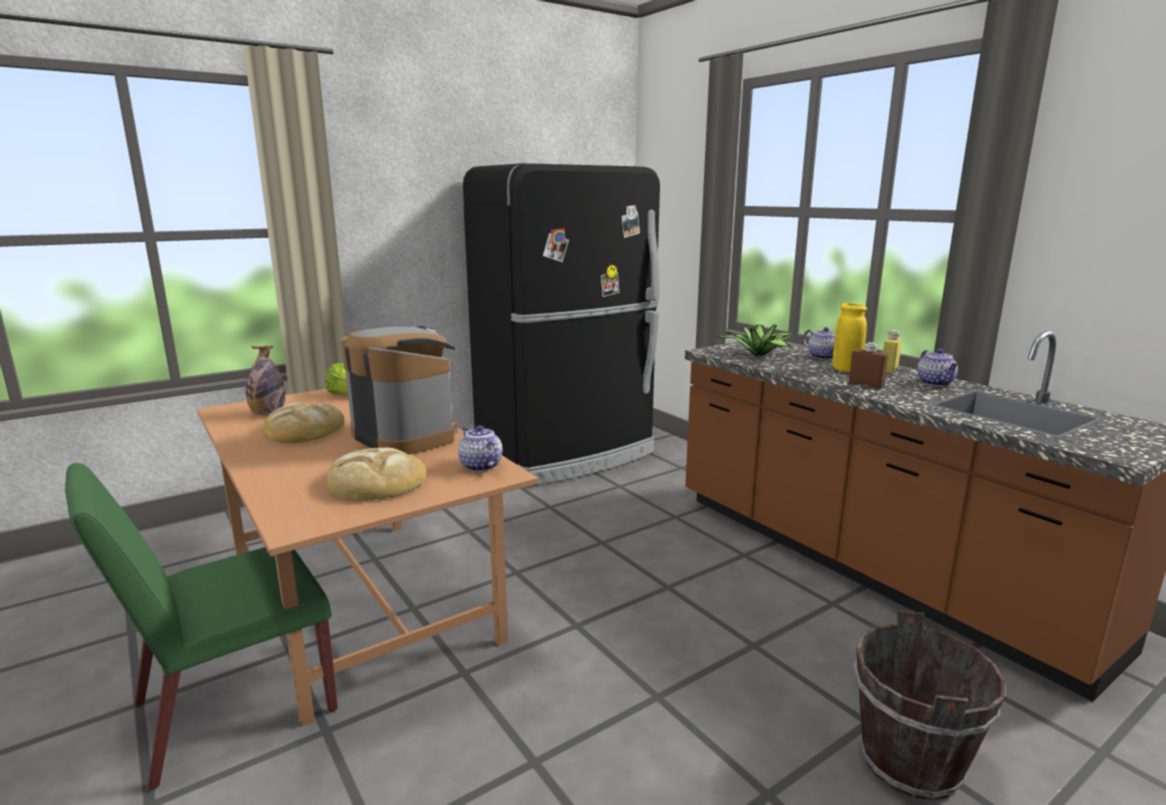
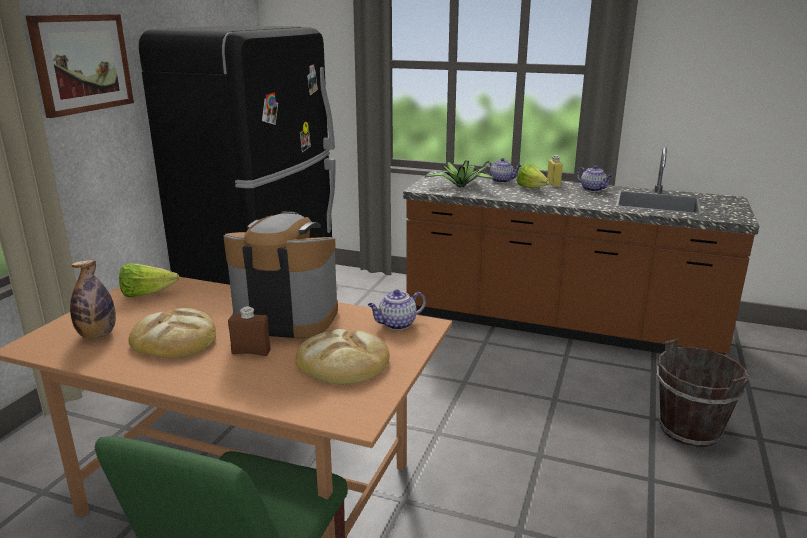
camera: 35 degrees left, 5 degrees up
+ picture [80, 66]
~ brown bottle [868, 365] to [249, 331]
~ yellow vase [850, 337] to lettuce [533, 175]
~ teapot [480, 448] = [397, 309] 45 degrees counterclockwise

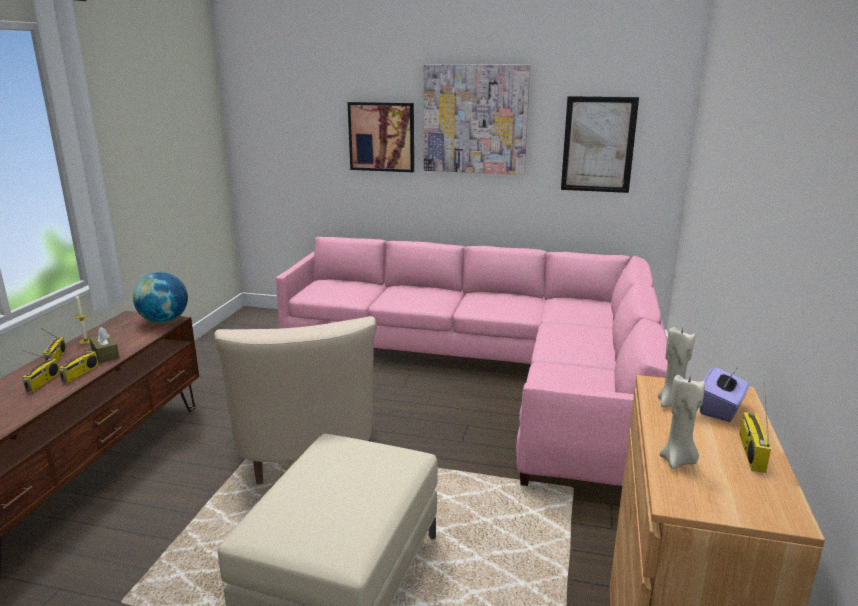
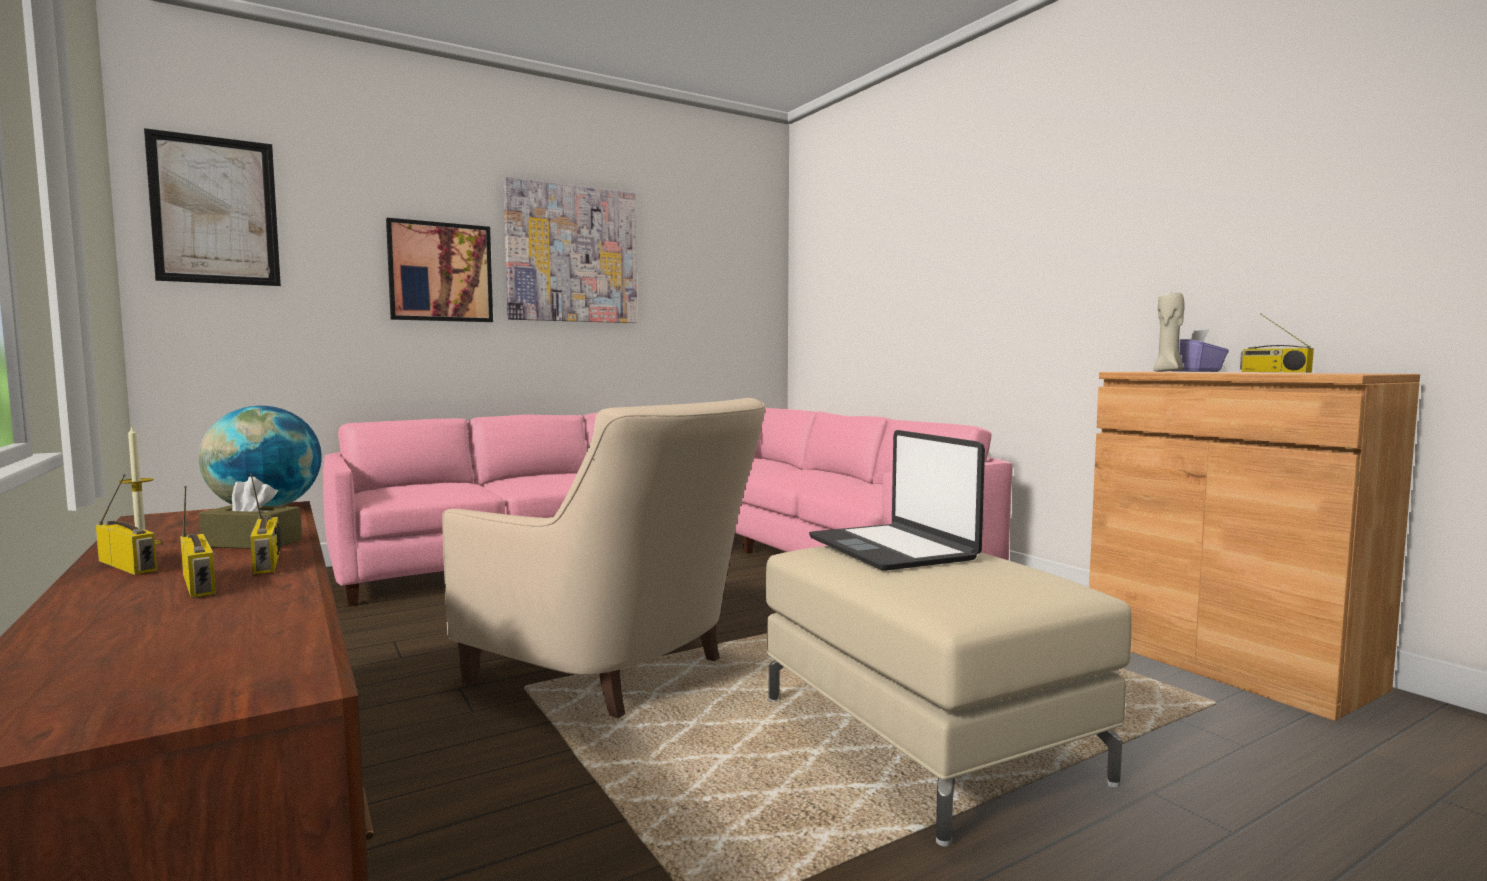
camera: 45 degrees left, 15 degrees down
- beige candle [682, 421]
+ laptop [897, 500]
~ picture [600, 144] to [212, 207]

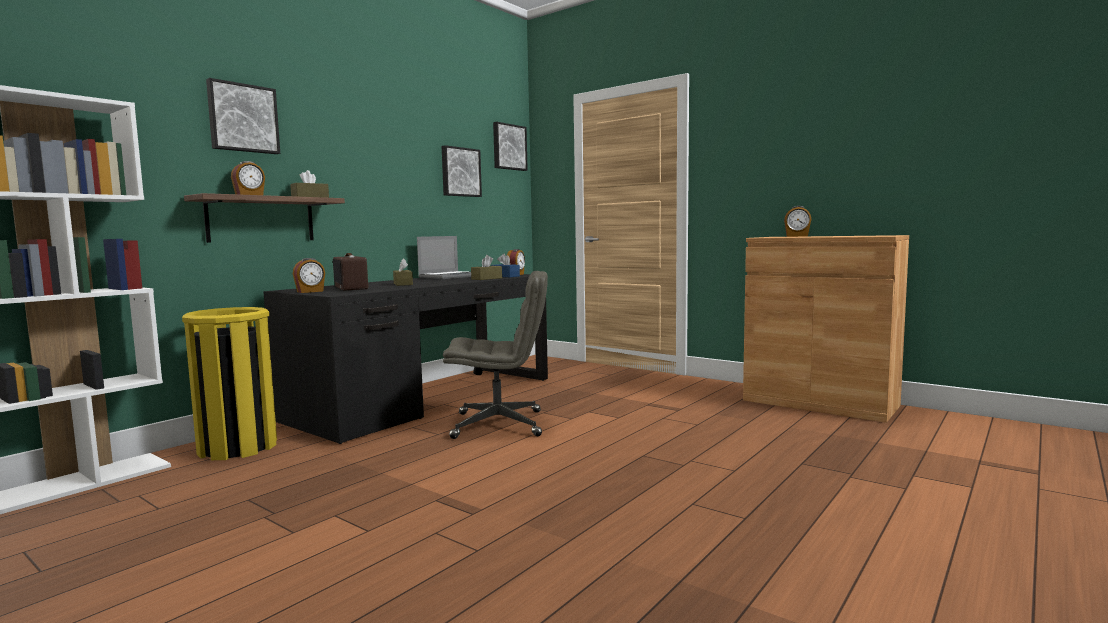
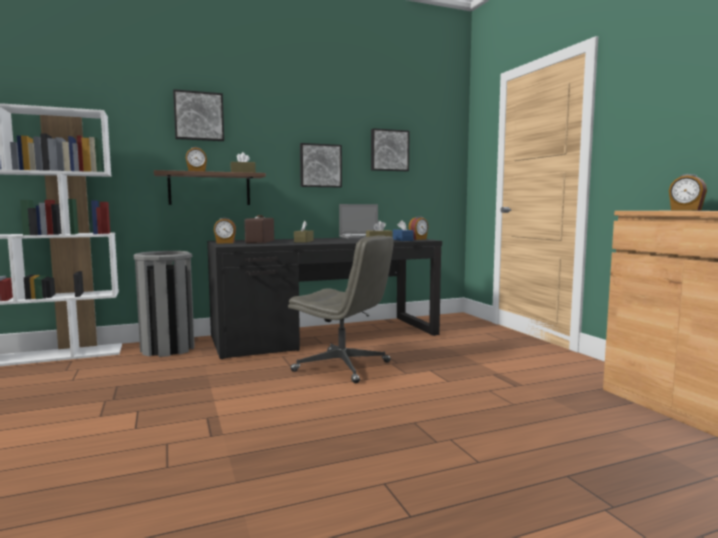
camera: 30 degrees right, 0 degrees up
~ picture [510, 146] to [321, 165]
~ yellow trash can [229, 383] to grey trash can [164, 304]

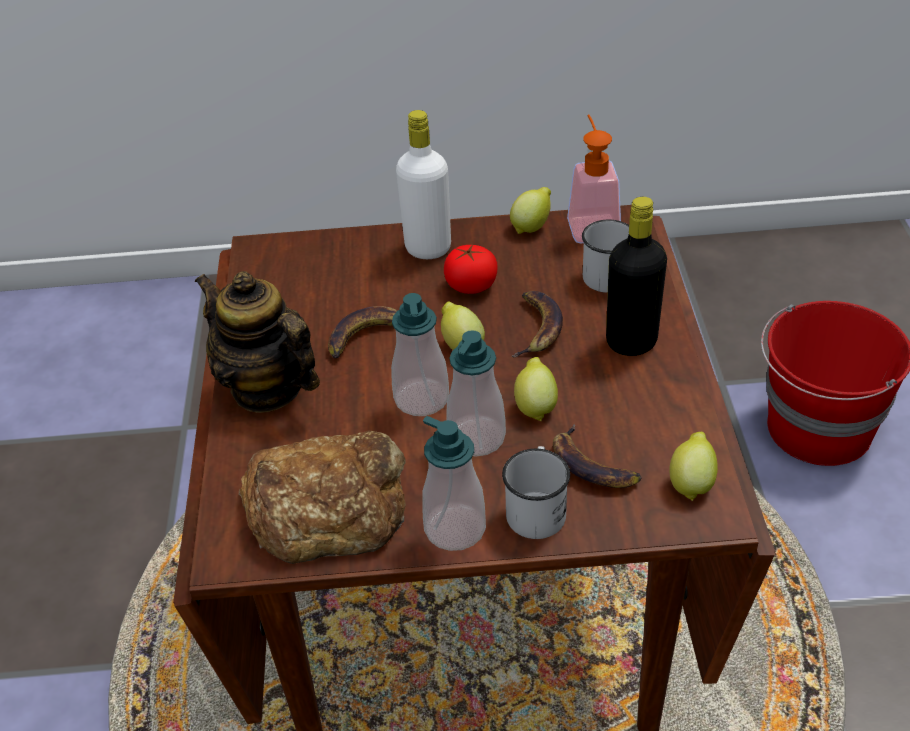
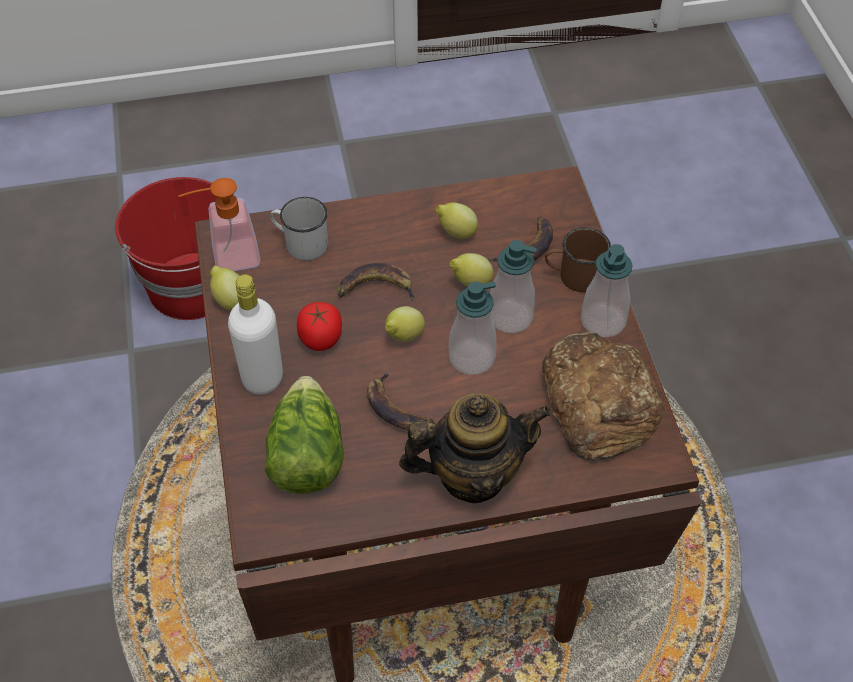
camera: 100 degrees left, 10 degrees up
- black bottle [636, 276]
+ lettuce [304, 435]
~ lemon [694, 466] to [457, 220]
~ white mug [536, 492] to brown mug [578, 259]
~ teapot [257, 342] = [475, 448] 135 degrees counterclockwise

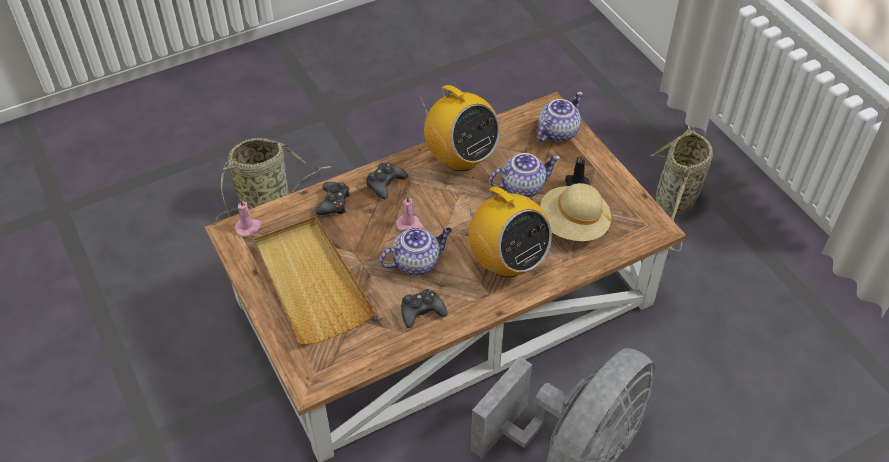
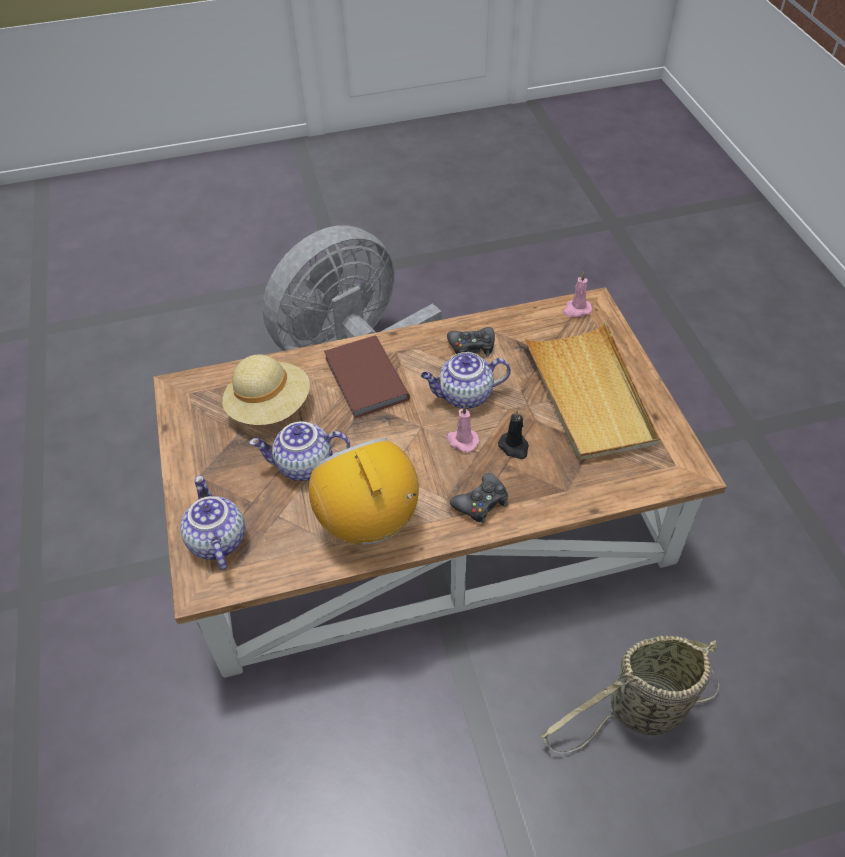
camera: 165 degrees left, 0 degrees up
- black game controller [333, 198]
- basket [681, 188]
~ pink candle [248, 217] to [577, 294]
~ black candle [577, 170] to [513, 434]
~ radio [508, 231] to brown book [367, 377]
~ teapot [560, 117] = [212, 522] 105 degrees clockwise

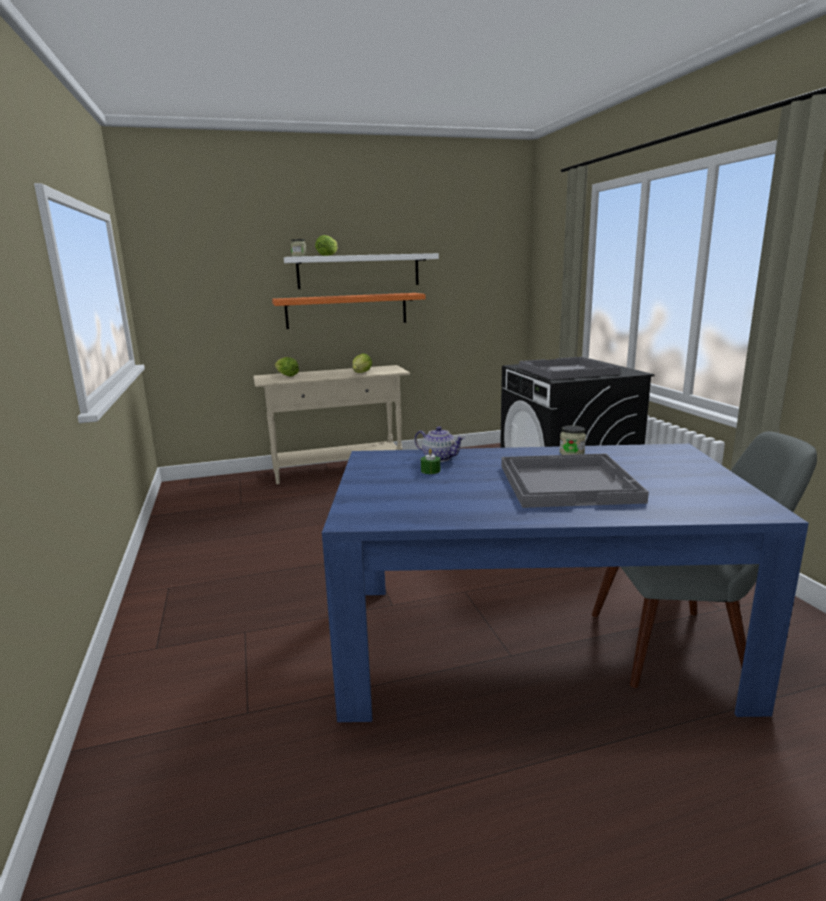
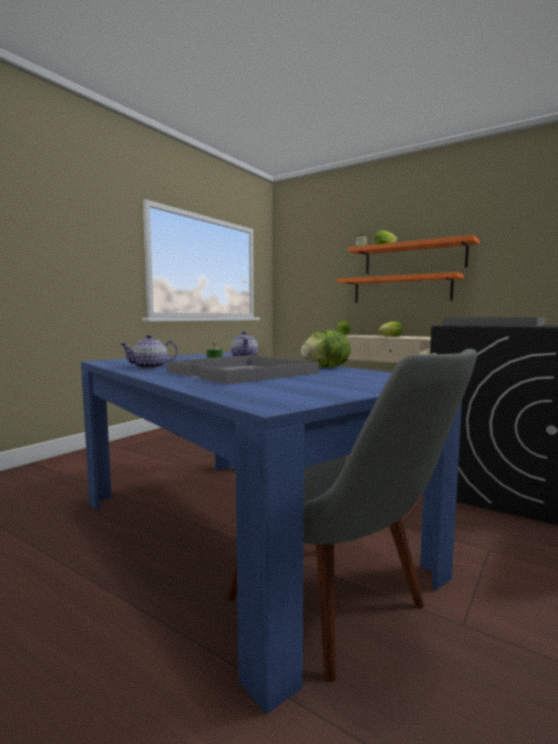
camera: 50 degrees right, 10 degrees down
+ teapot [149, 352]
~ jar [572, 440] to lettuce [326, 349]
~ white shelf [361, 271] to orange shelf [414, 254]

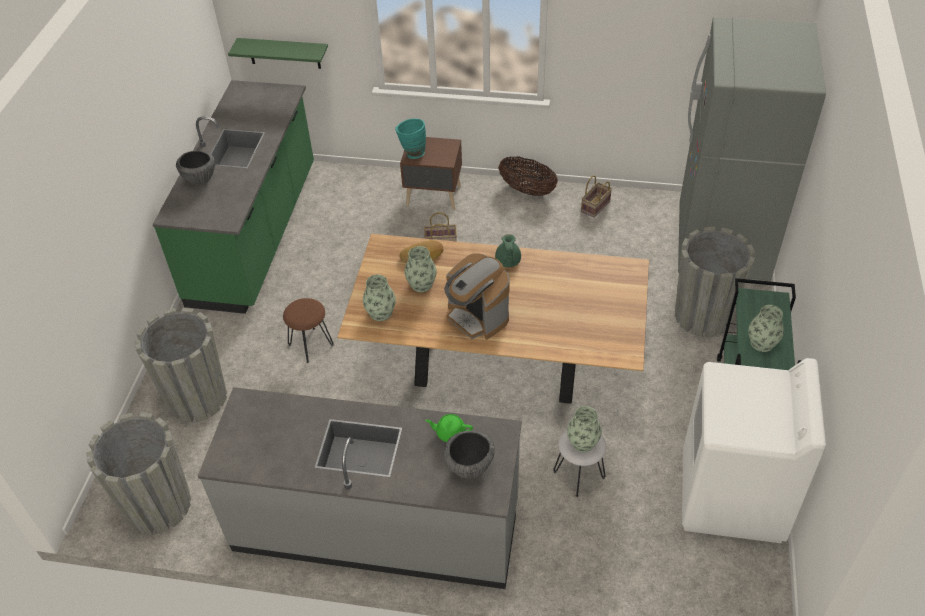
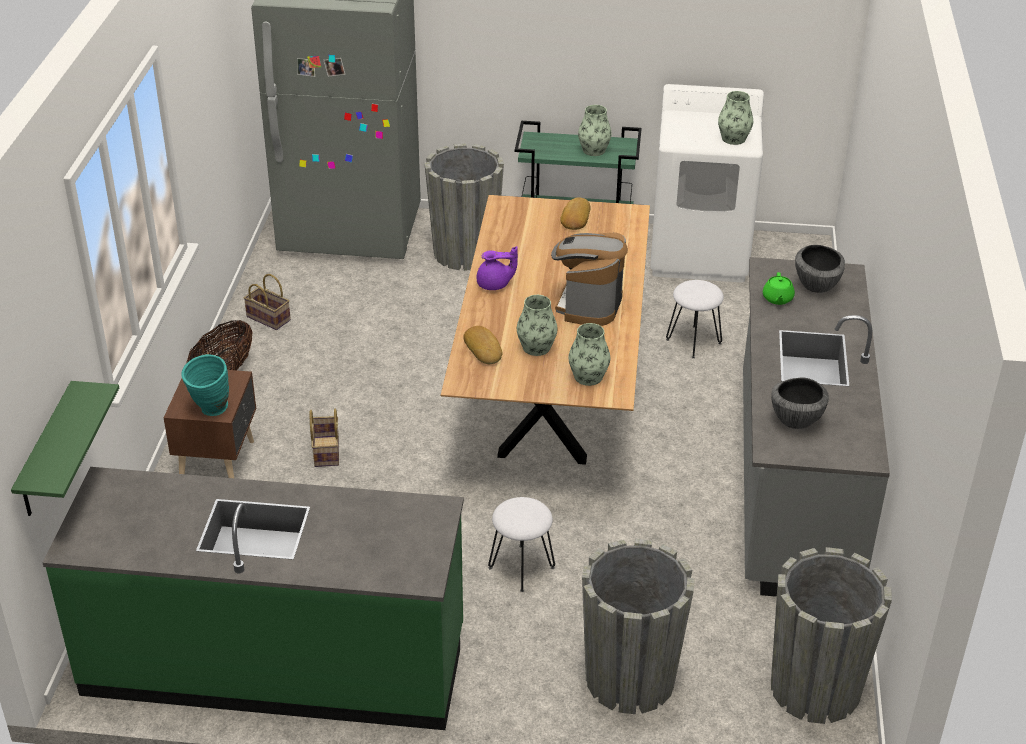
camera: 95 degrees left, 10 degrees down
+ bread [575, 214]
~ bowl [195, 168] to [800, 403]
~ vase [584, 429] to [735, 118]
~ brown stool [308, 330] to white stool [521, 544]
~ green teapot [508, 250] to purple teapot [497, 268]
~ coffee machine [477, 296] = [589, 279] 150 degrees clockwise

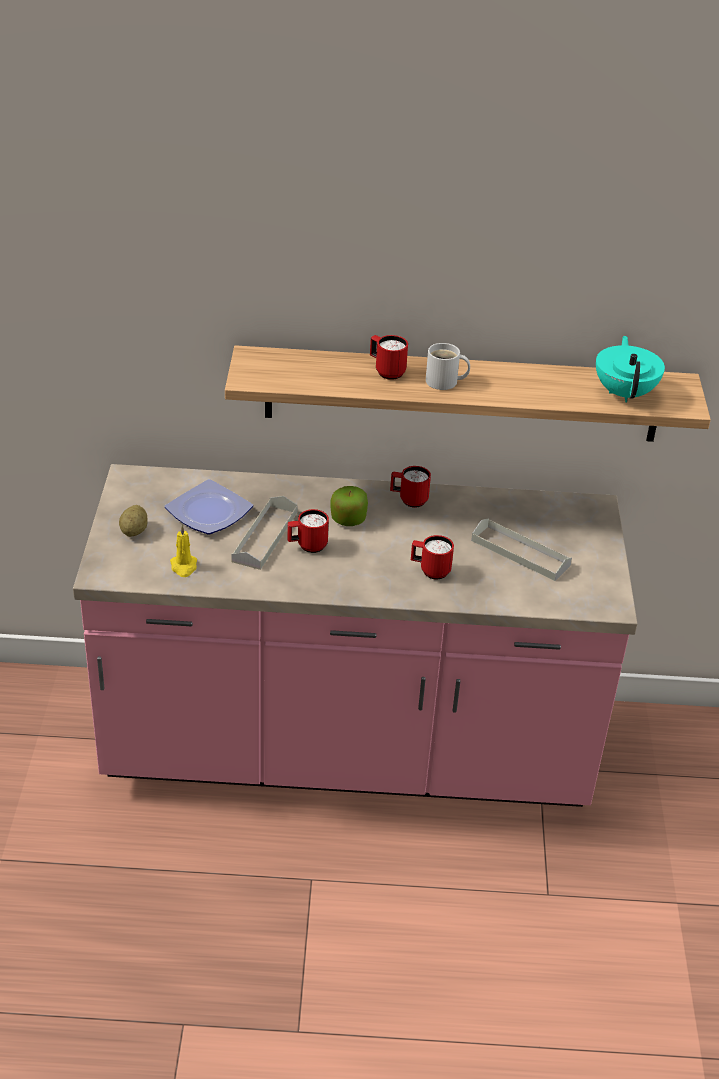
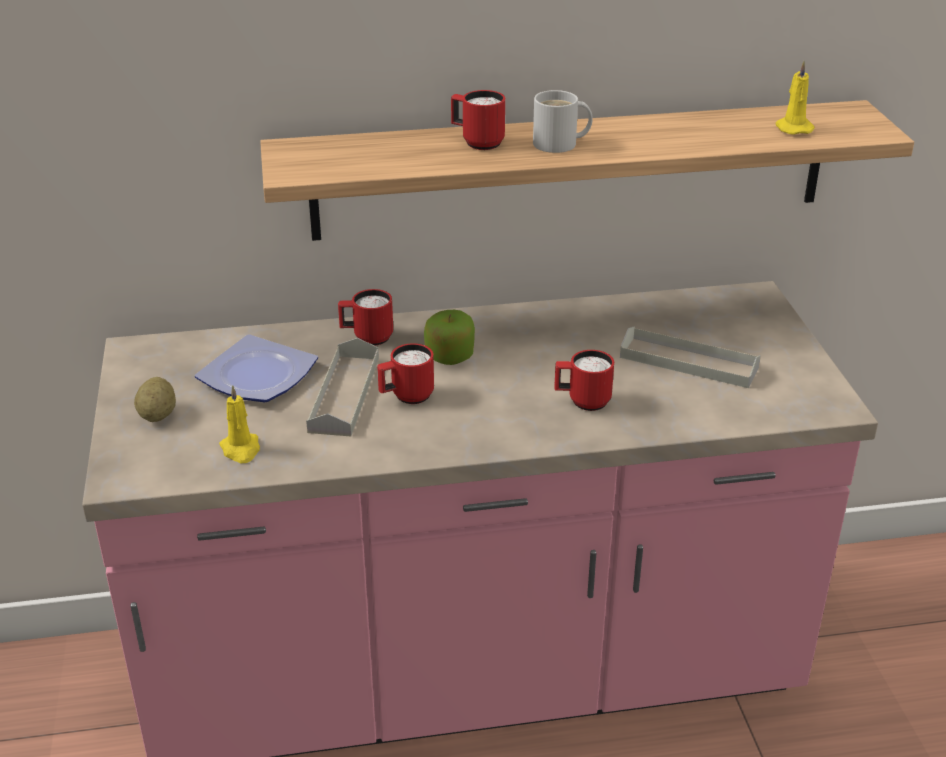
camera: 10 degrees left, 5 degrees down
~ red mug [410, 487] to [365, 317]
~ turquoise teapot [630, 369] to yellow candle [795, 98]

